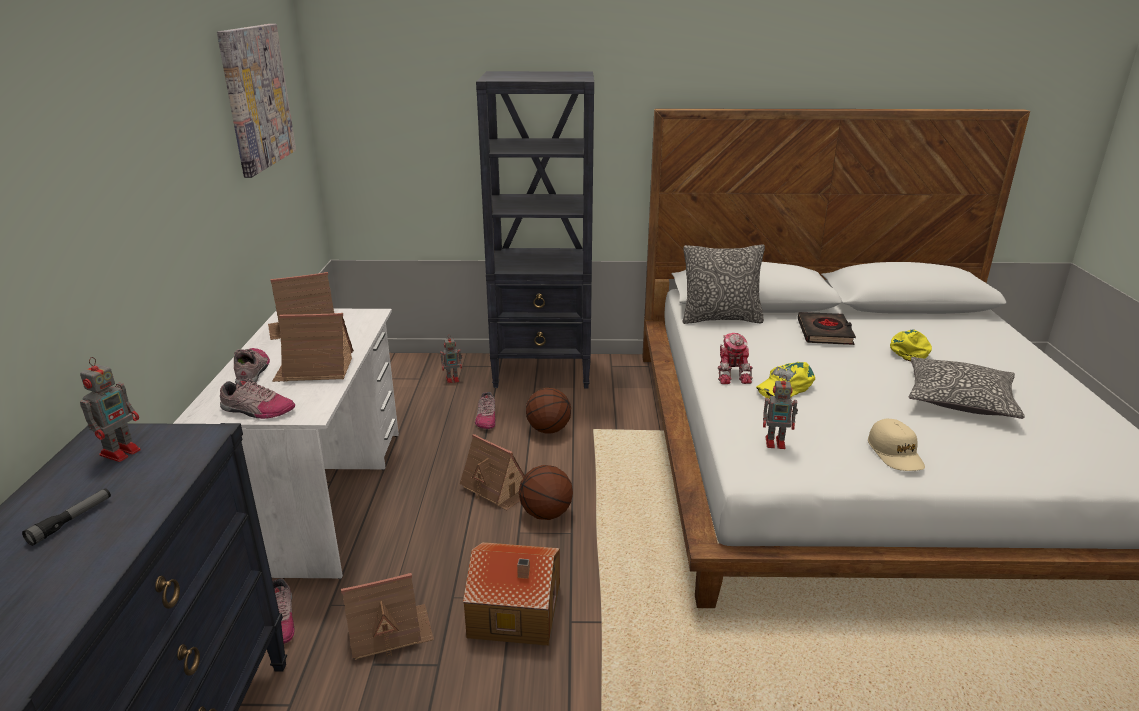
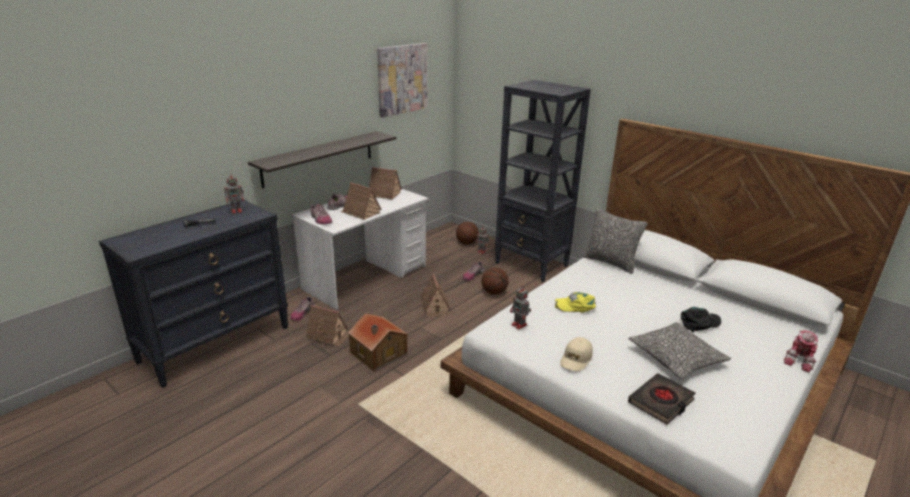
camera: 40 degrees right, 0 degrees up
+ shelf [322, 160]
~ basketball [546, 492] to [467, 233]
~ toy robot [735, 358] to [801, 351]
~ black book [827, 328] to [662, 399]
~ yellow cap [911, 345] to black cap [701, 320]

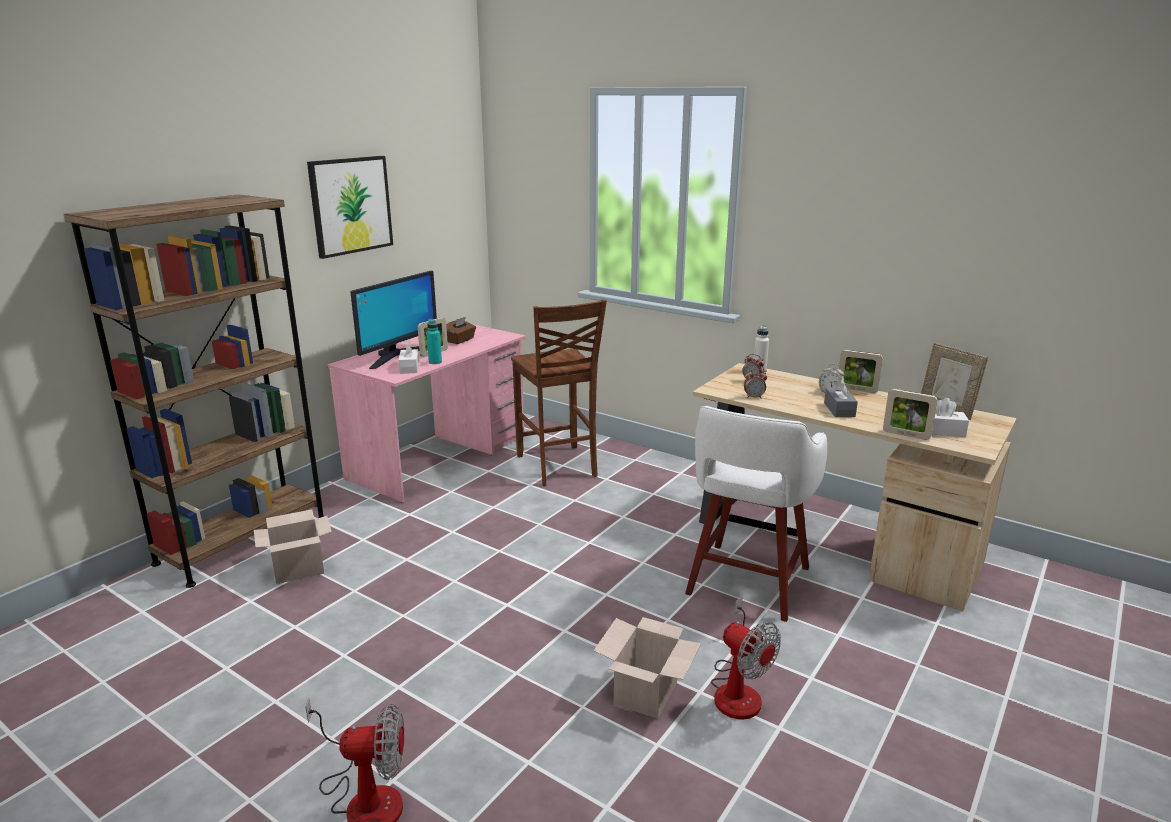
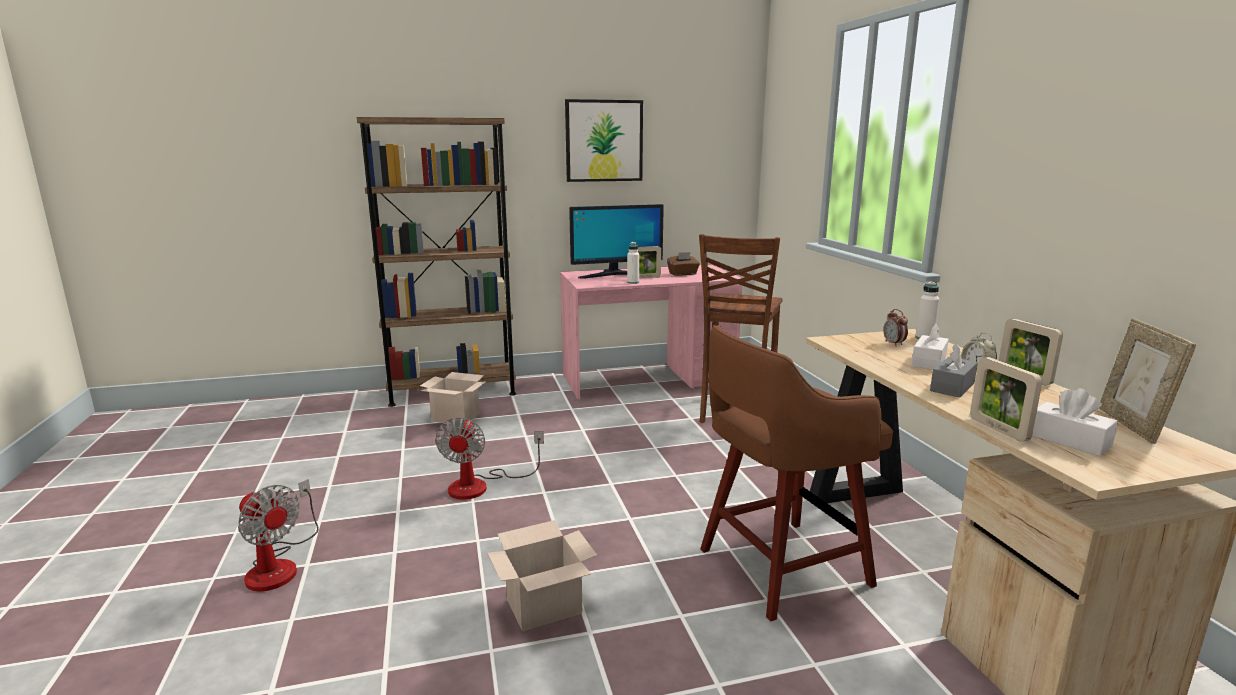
camera: 40 degrees right, 5 degrees down
- alarm clock [755, 384]
~ white tissue box [408, 357] to [930, 346]
~ fan [746, 658] to [489, 458]
~ turquoise bottle [434, 341] to white bottle [633, 263]
~ white stool [756, 514] to brown stool [796, 473]

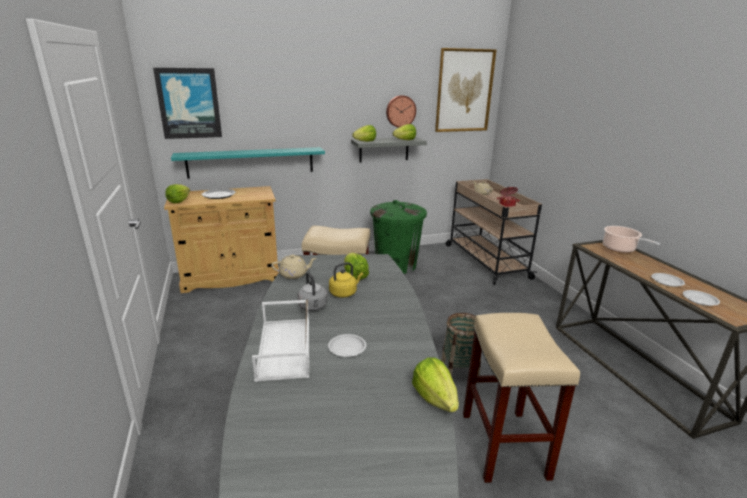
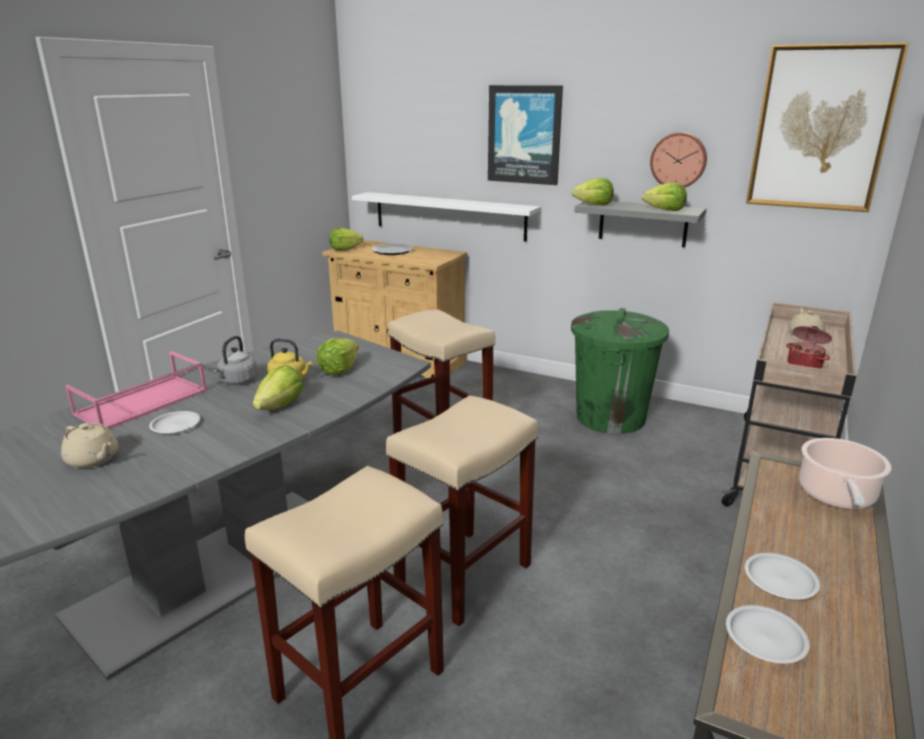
camera: 45 degrees right, 0 degrees up
~ picture [187, 103] to [525, 135]
~ beige teapot [294, 267] to [89, 445]
~ lettuce [435, 385] to [278, 387]
~ basket [461, 345] to beige stool [462, 510]
~ turquoise shelf [248, 163] to white shelf [446, 217]
~ white tray [280, 341] to pink tray [136, 390]

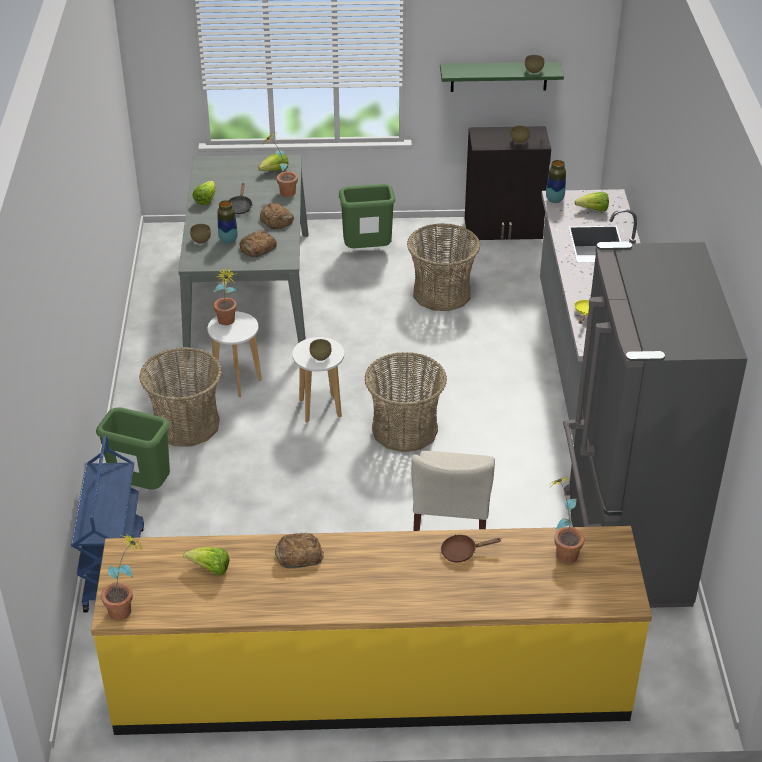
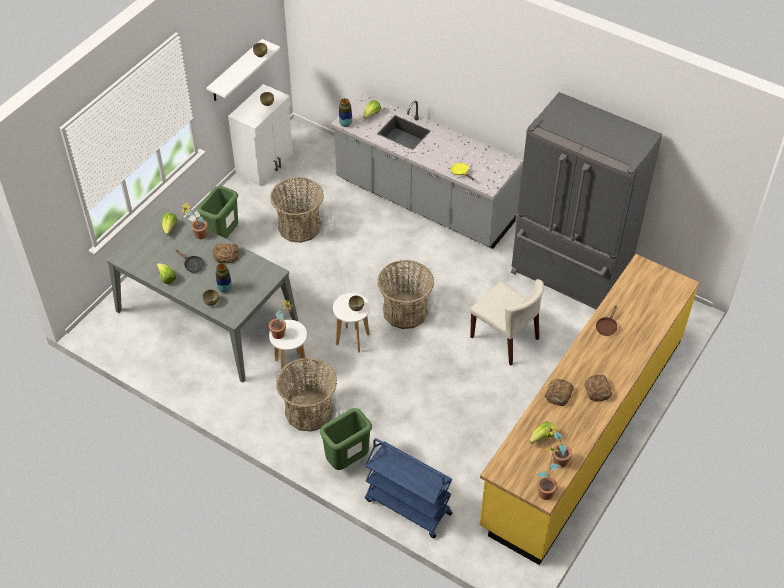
camera: 55 degrees left, 10 degrees up
~ bread [258, 244] to [598, 388]
~ potted plant [566, 519] to [558, 444]
~ green shelf [502, 77] to white shelf [243, 70]
~ black cabinet [508, 183] to white cabinet [260, 135]

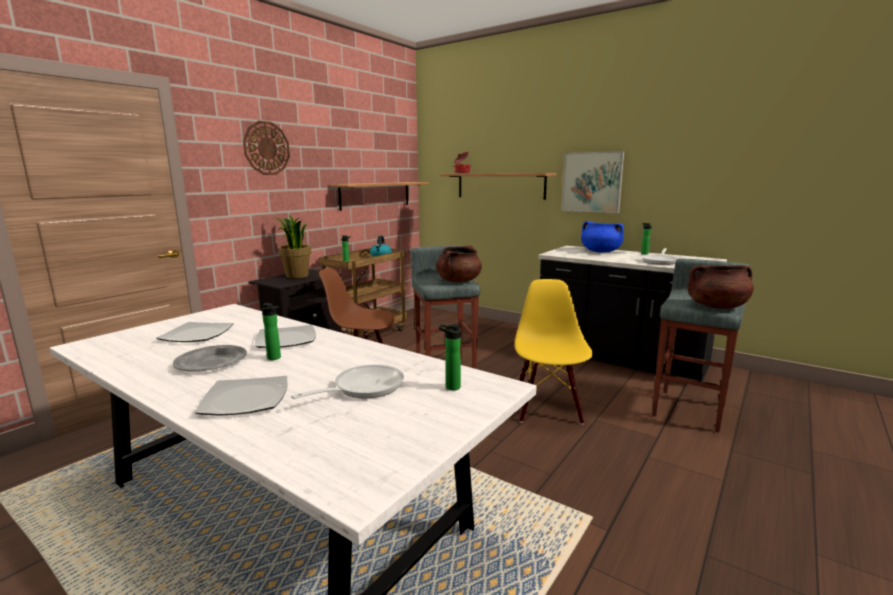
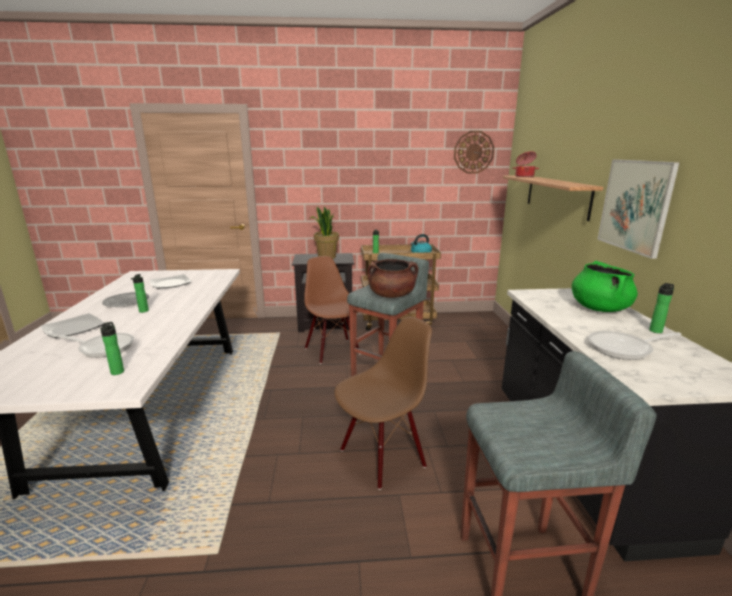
camera: 50 degrees right, 5 degrees up
- plate [285, 336]
- shelf [379, 196]
- brown cooking pot [721, 287]
~ wall clock [266, 148] to [474, 152]
~ yellow chair [554, 351] to brown chair [383, 403]
~ blue cooking pot [602, 236] to green cooking pot [605, 286]

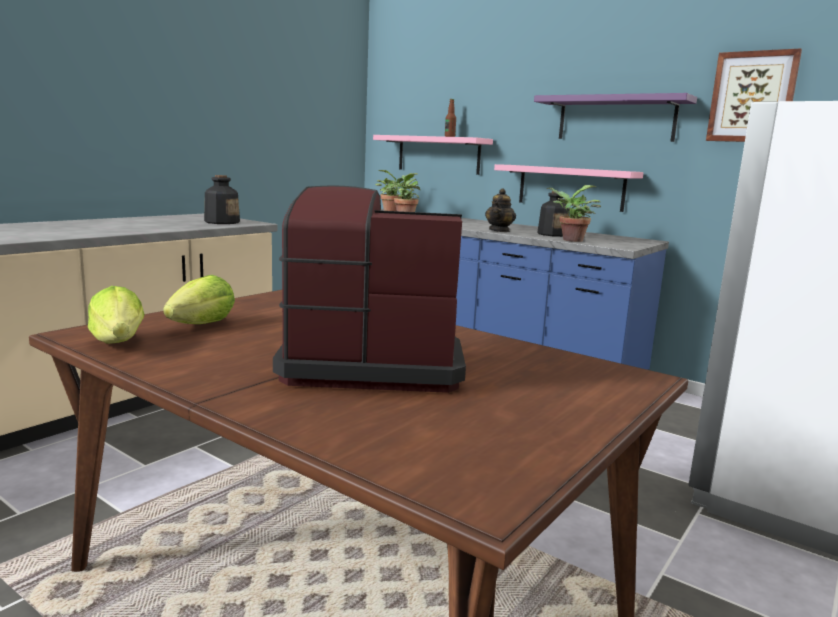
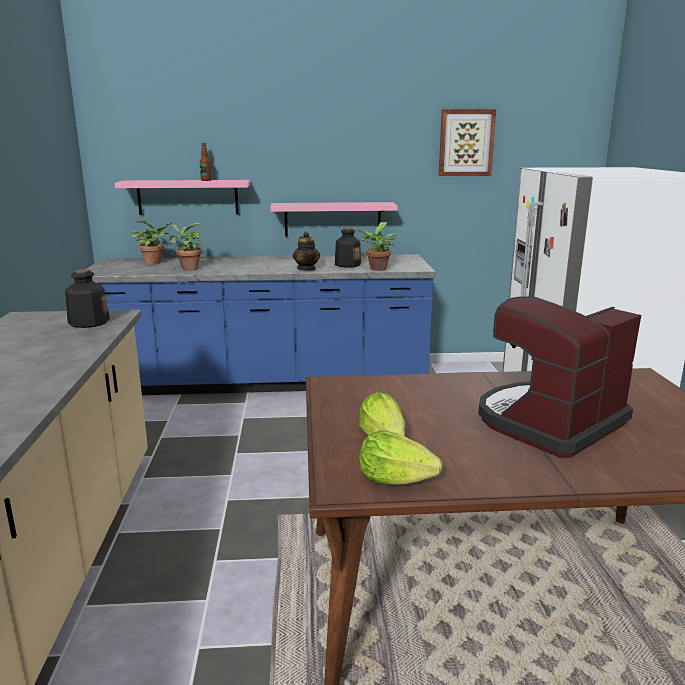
camera: 40 degrees left, 5 degrees up
- purple shelf [615, 117]

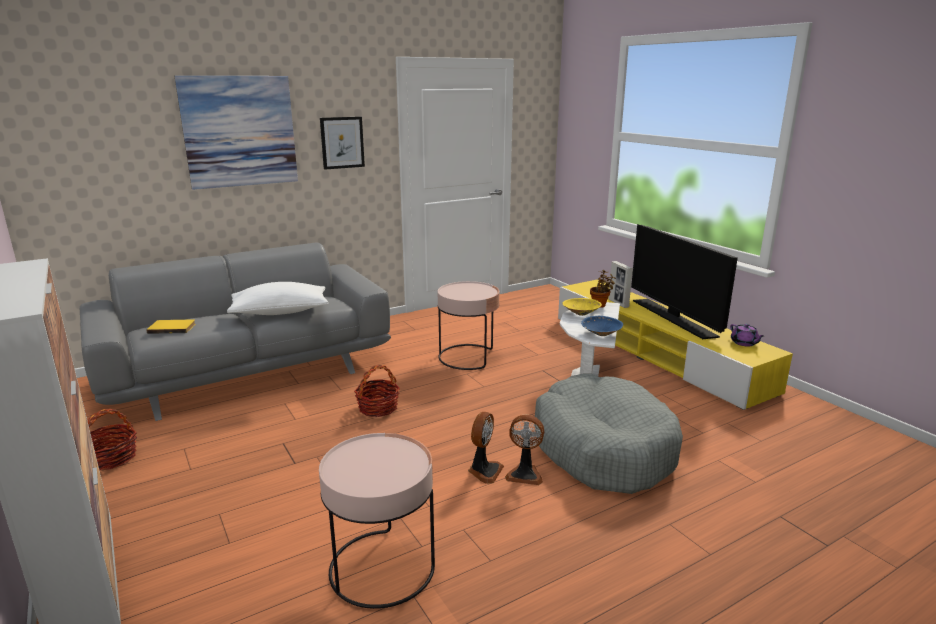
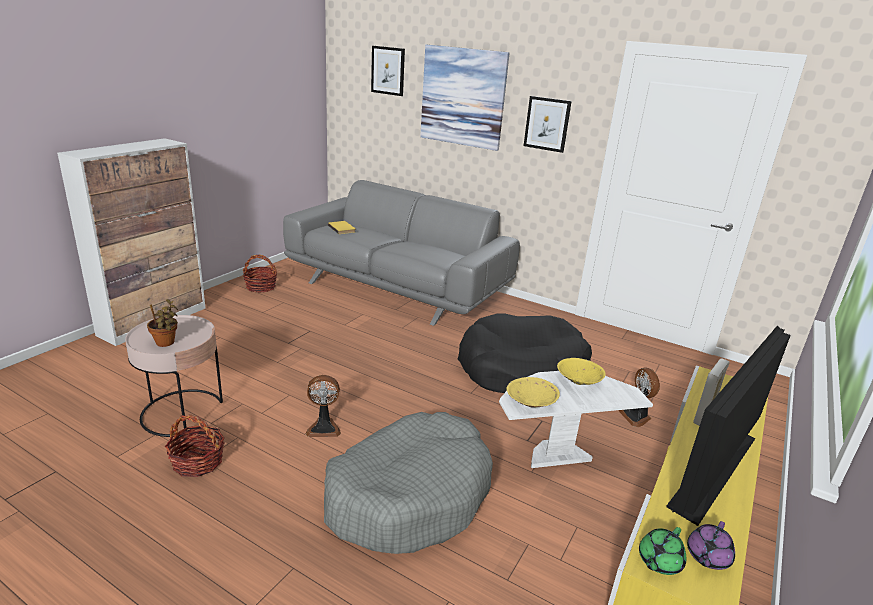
camera: 60 degrees right, 5 degrees up
- white pillow [277, 298]
+ picture [388, 71]
+ green teapot [662, 551]
~ basket [377, 391] to [195, 445]
~ fan [524, 450] to [639, 397]
~ potted plant [603, 289] to [162, 323]
~ pink side table [468, 325] to black dog bed [525, 353]
~ blue bowl [602, 326] to yellow bowl [533, 392]

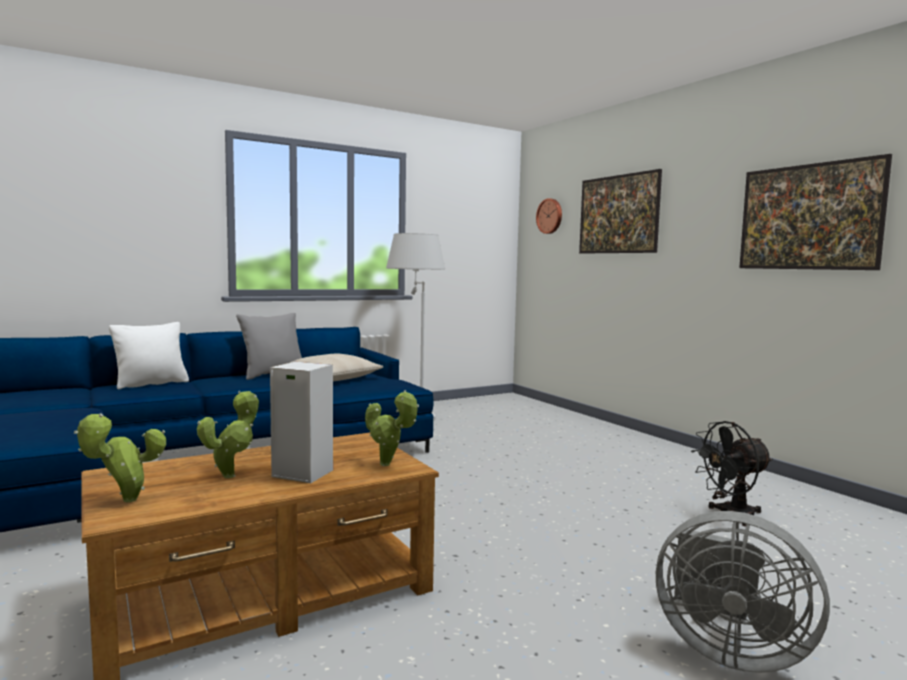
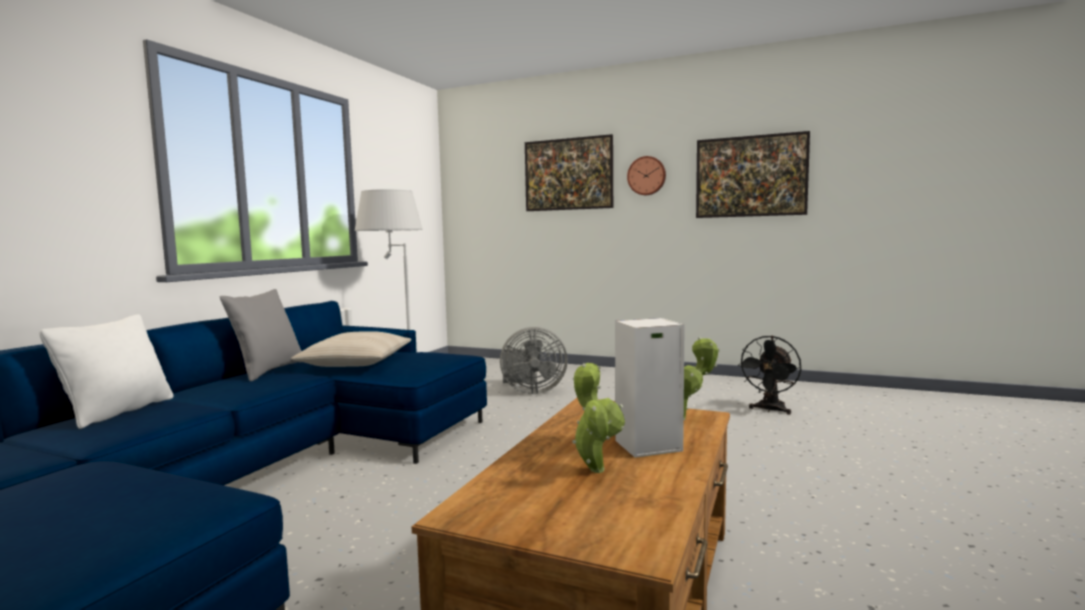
camera: 35 degrees left, 0 degrees up
- potted plant [120, 458]
~ wall clock [549, 216] to [646, 175]
~ grey fan [743, 592] to [534, 360]

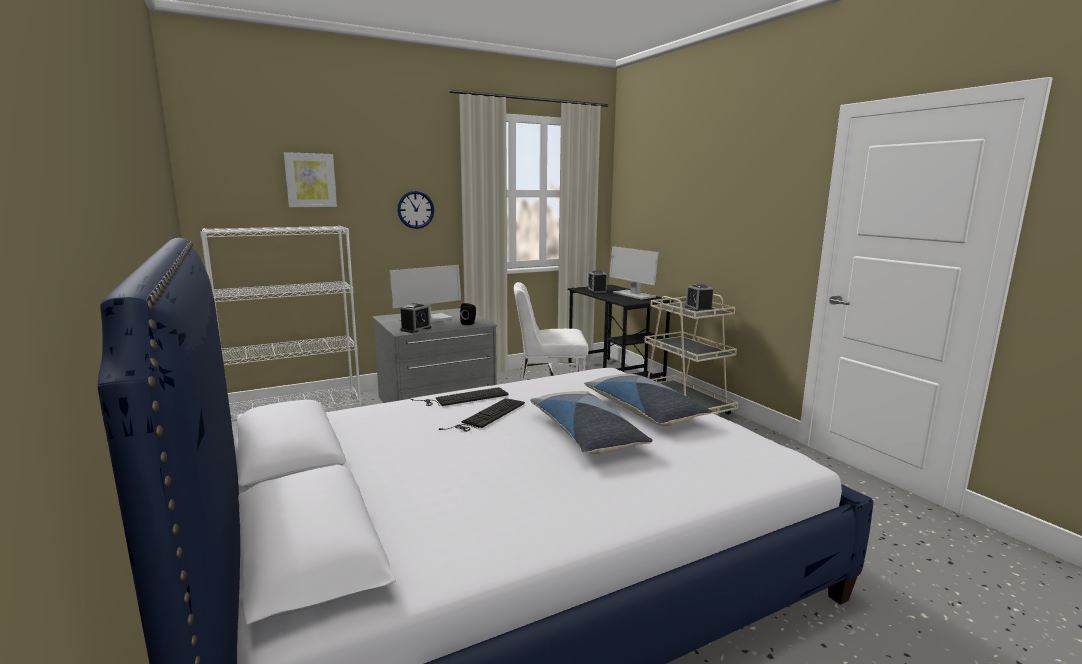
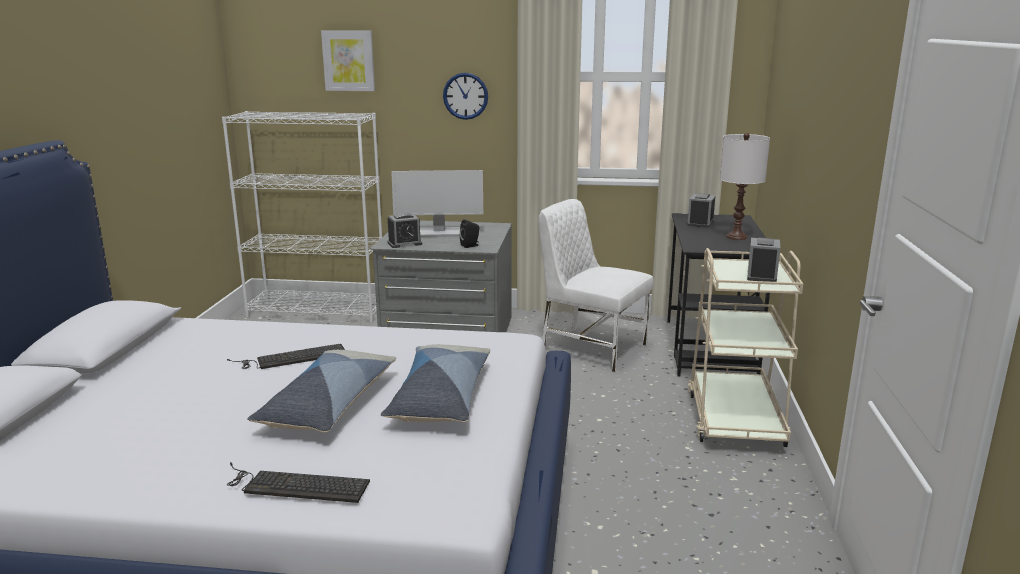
camera: 35 degrees right, 5 degrees up
~ keyboard [459, 396] to [298, 482]
~ monitor [634, 272] to white table lamp [744, 186]

